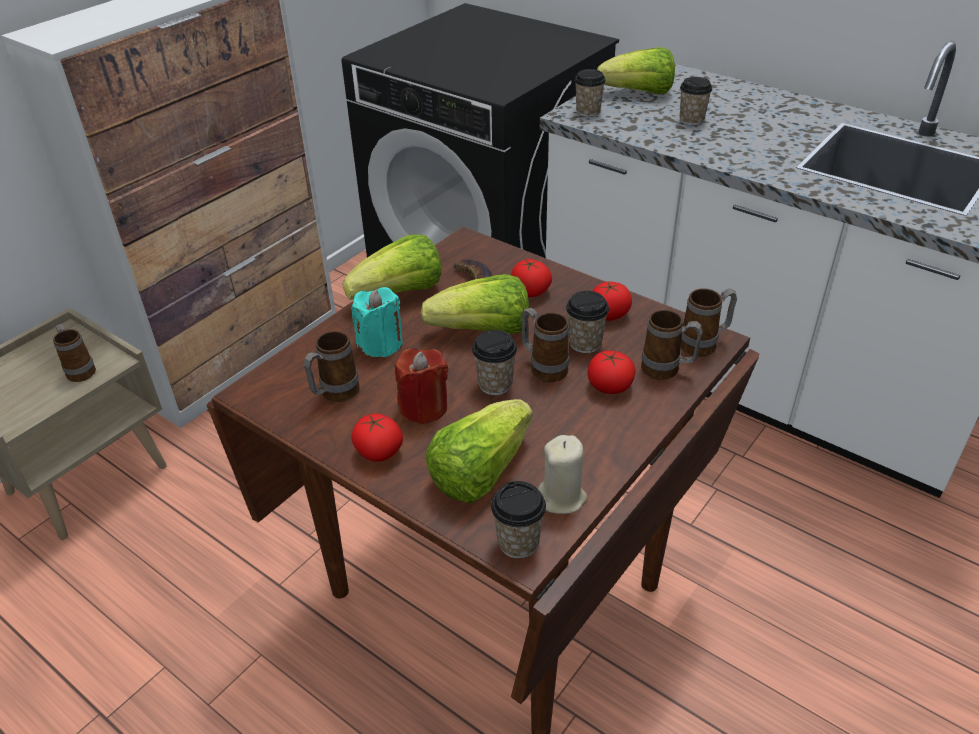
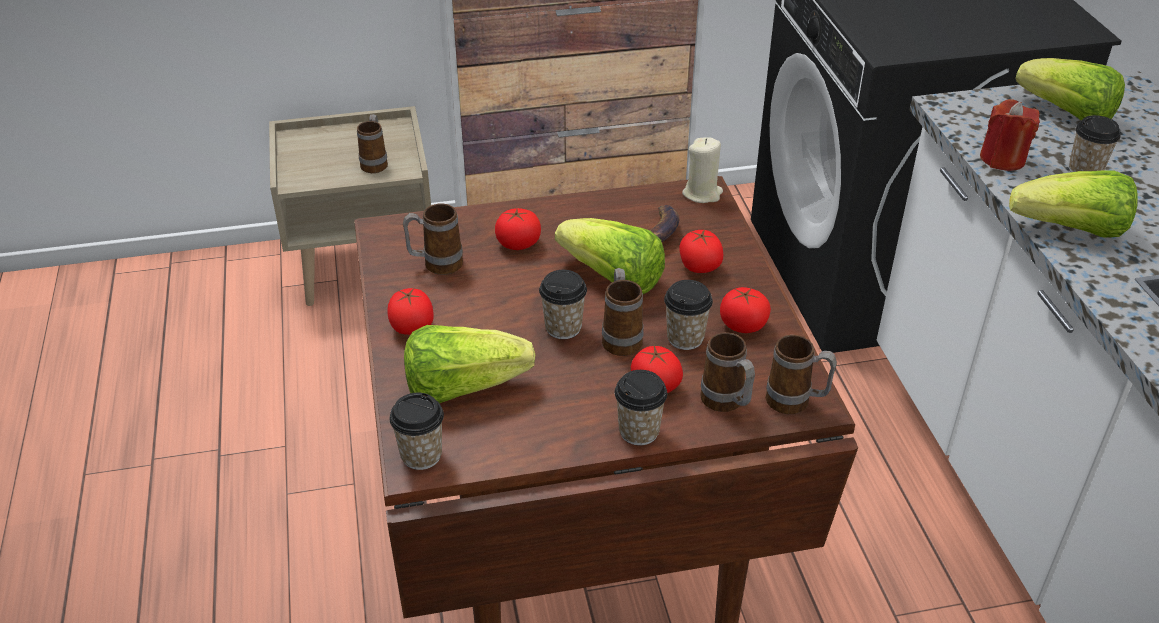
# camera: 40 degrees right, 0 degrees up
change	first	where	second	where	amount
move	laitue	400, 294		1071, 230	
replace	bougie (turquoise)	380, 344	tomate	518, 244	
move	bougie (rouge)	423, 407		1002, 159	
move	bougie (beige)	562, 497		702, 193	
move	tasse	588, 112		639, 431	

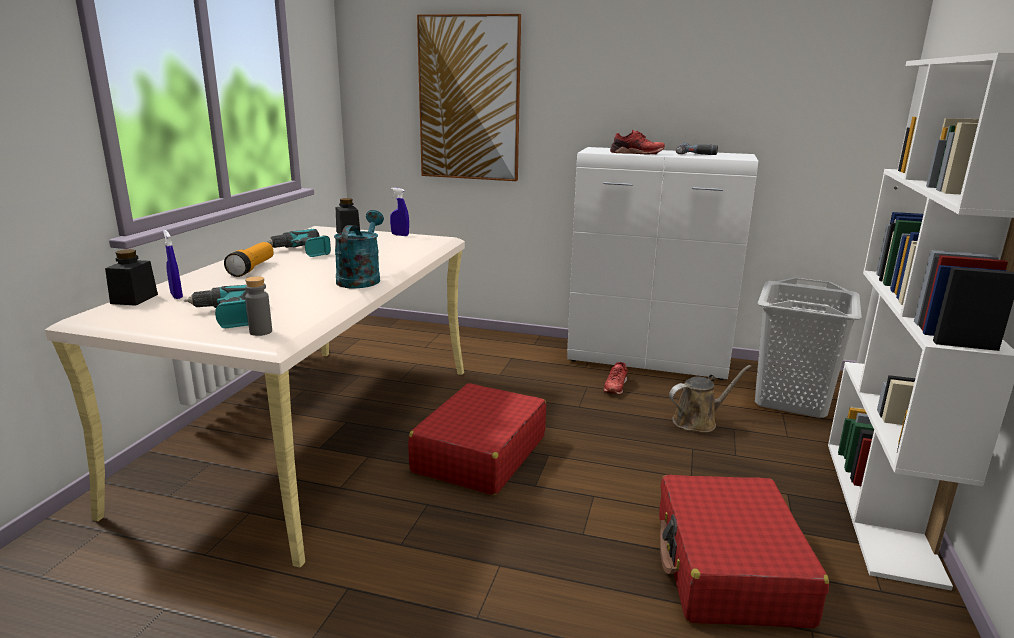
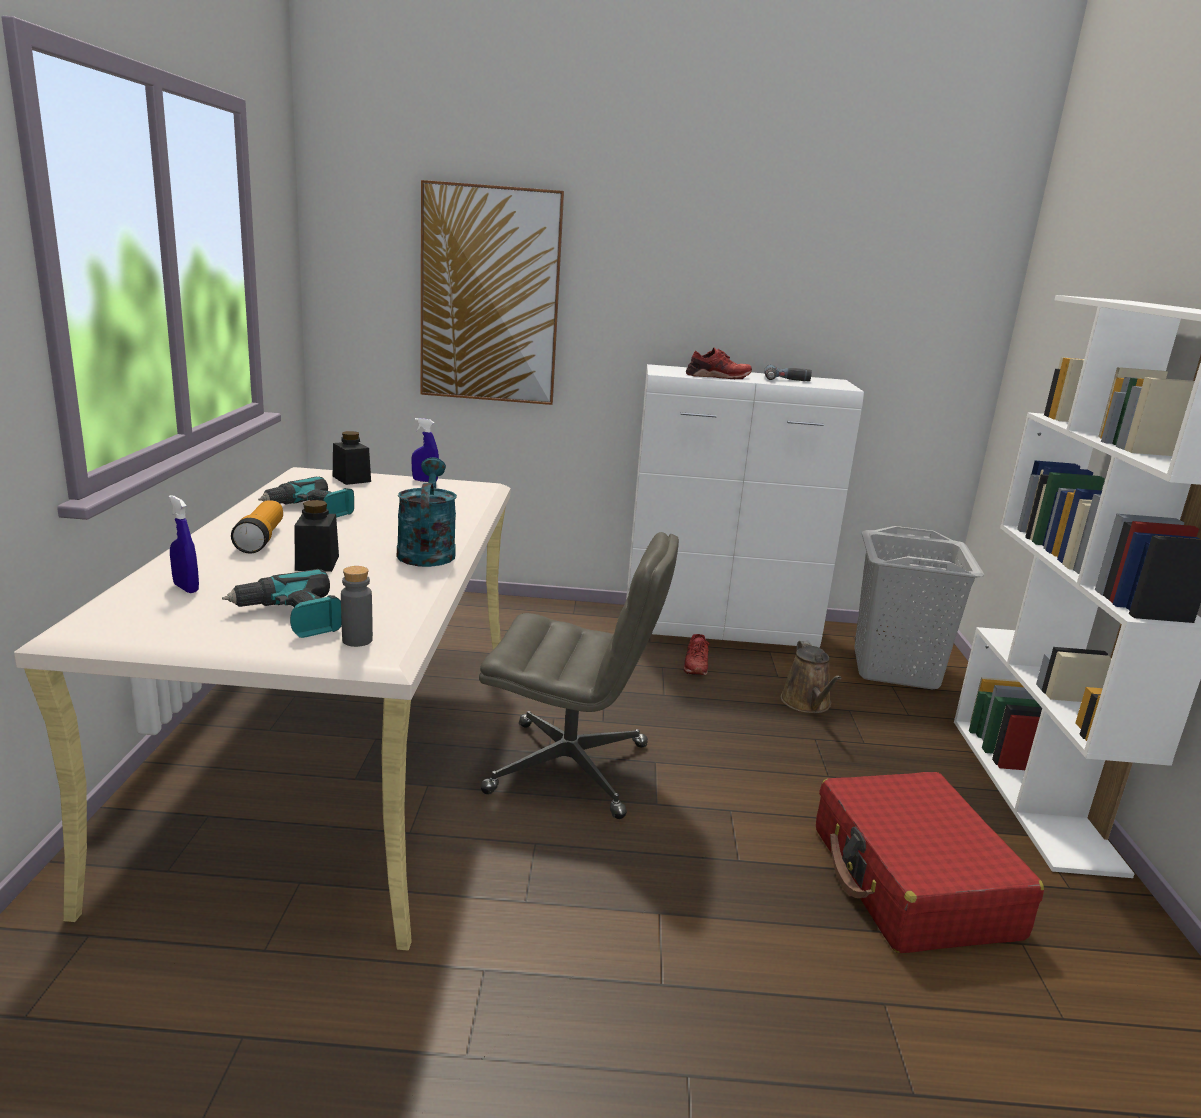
# camera: 15 degrees left, 0 degrees up
change	first	where	second	where	amount
move	bocal (noir)	134, 299		317, 563	
replace	valise (rouge)	479, 454	chaise de bureau (gris)	571, 768	
rotate	arrosoir (marron)	698, 421		807, 703	120 degrees clockwise

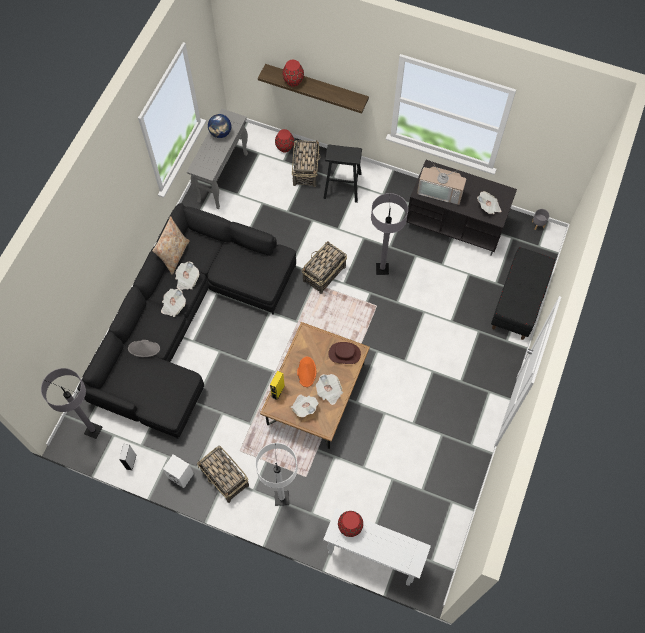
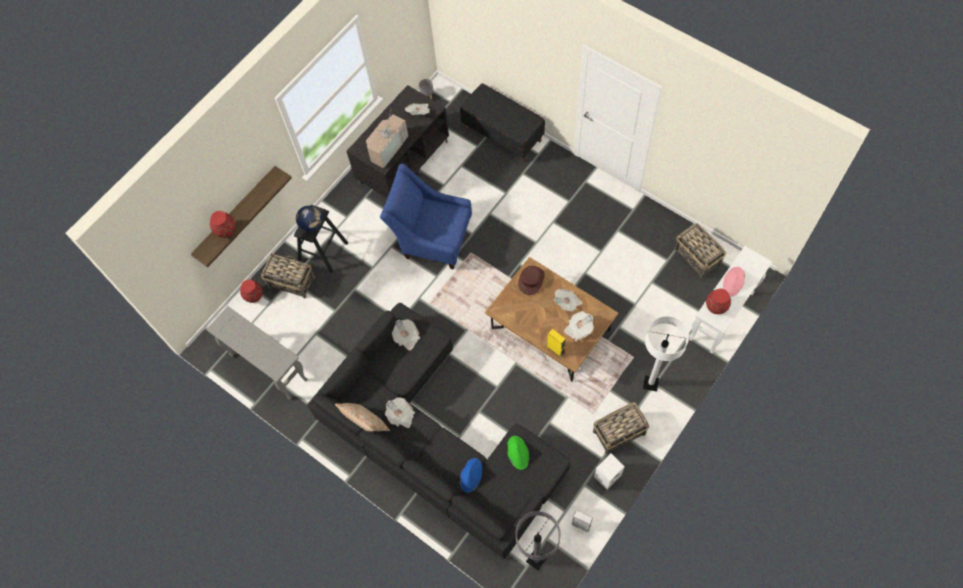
# camera: 70 degrees left, 0 degrees up
change	first	where	second	where	amount
recolor	chapeau (gris)	144, 348	chapeau (bleu)	471, 475	
move	journal	173, 306		406, 337	
move	globe	220, 133		311, 224	
delete	chapeau (orange)	306, 372			
move	panier	324, 274		697, 257	
replace	lampadaire (gris)	382, 269	fauteuil (bleu)	432, 238	
insert			chapeau (vert)	517, 452	
insert			chapeau (rose)	733, 282	

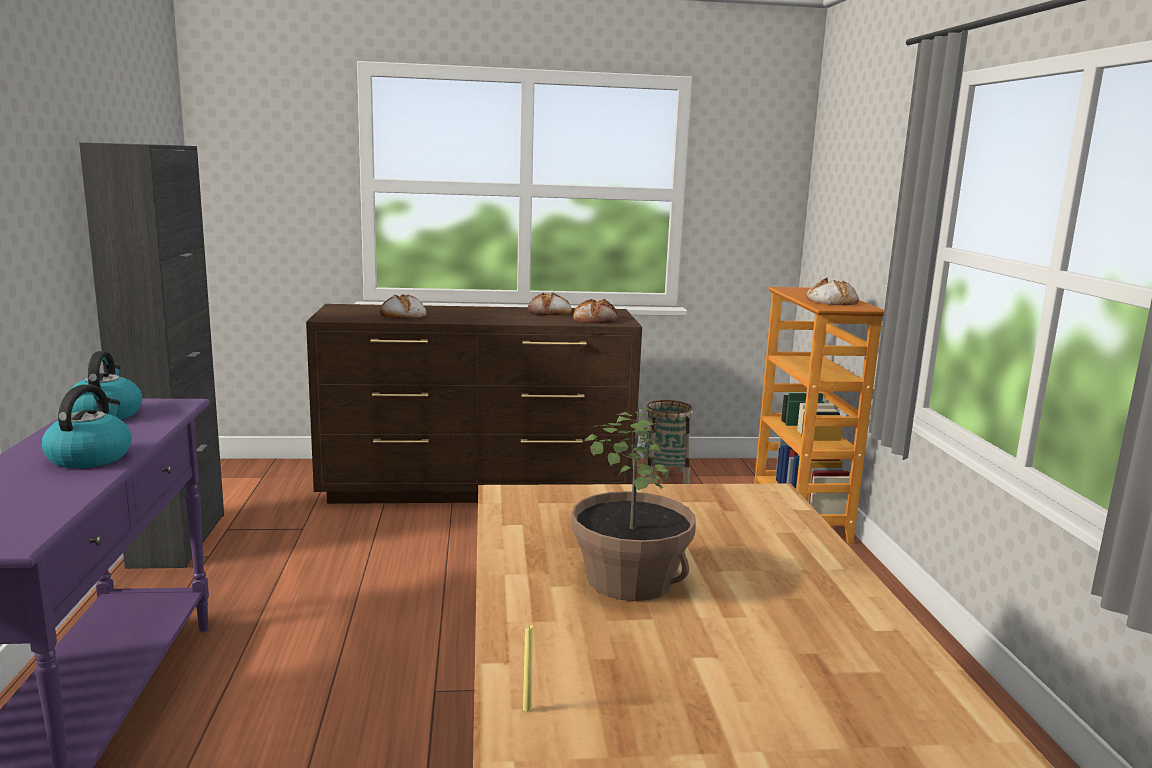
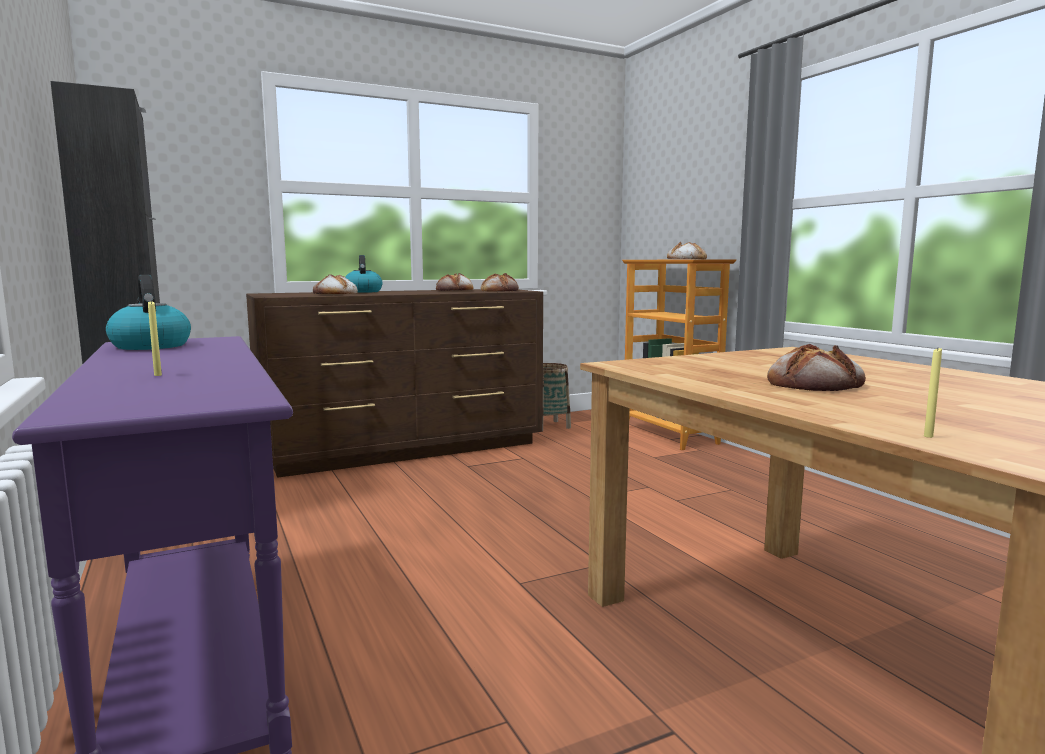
# camera: 20 degrees left, 5 degrees down
change	first	where	second	where	amount
move	bouilloire	90, 457		363, 291	
replace	plante en pot	630, 579	pain	815, 383	
insert			bougie (jaune)	158, 375	

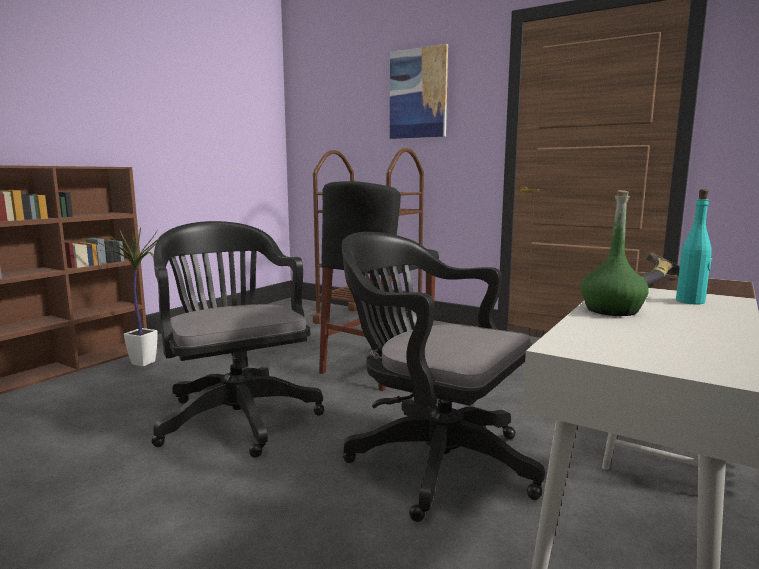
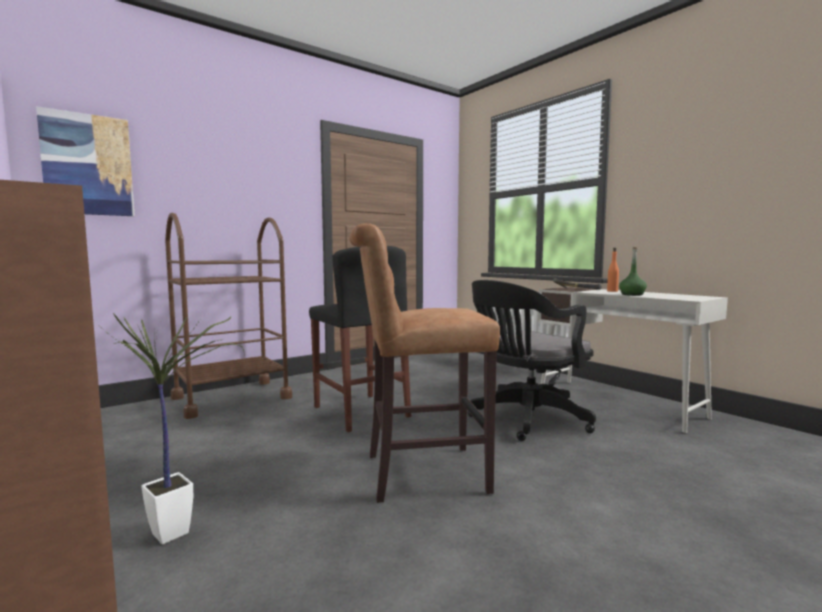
# camera: 70 degrees left, 5 degrees down
change	first	where	second	where	amount
replace	chaise de bureau (noir)	236, 415	tabouret (marron)	418, 473	
move	tableau	418, 93		88, 165	
recolor	bouteille (turquoise)	690, 301	bouteille (orange)	612, 291	

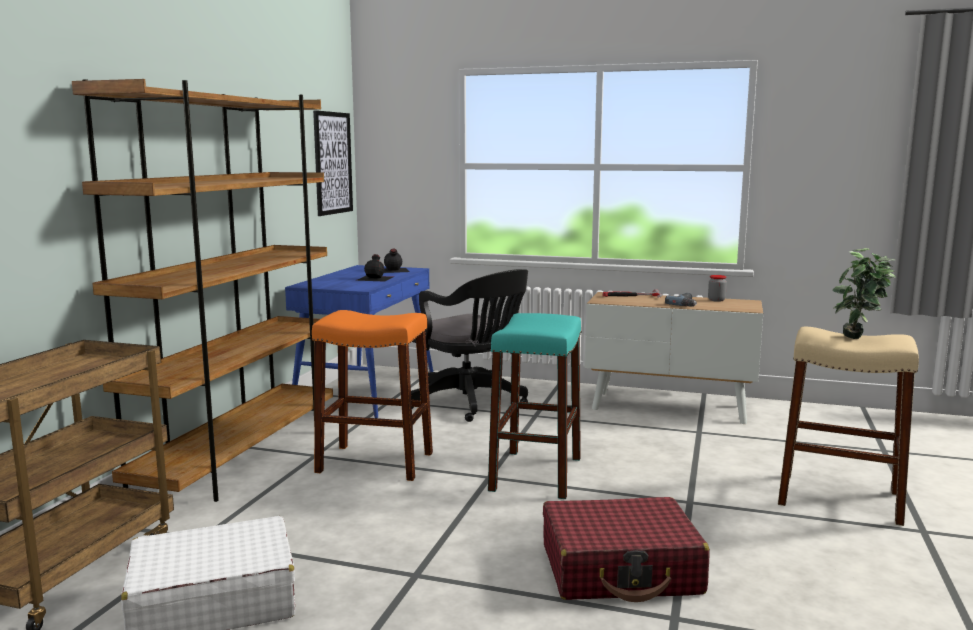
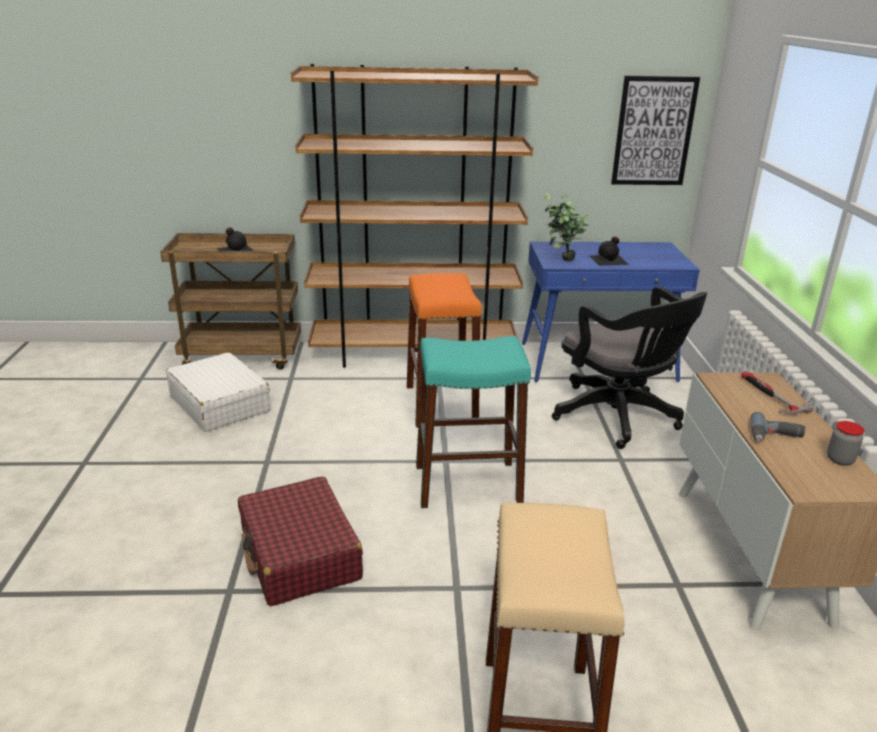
# camera: 70 degrees right, 15 degrees up
change	first	where	second	where	amount
move	bouteille (noir)	393, 270		235, 250	
rotate	chaise de bureau (noir)	471, 403		619, 418	60 degrees counterclockwise
move	plante en pot	859, 340		561, 261	

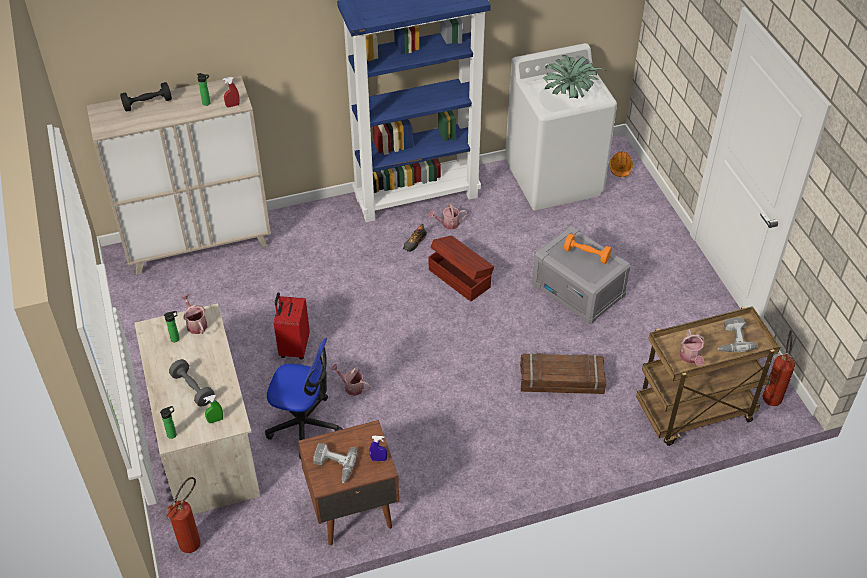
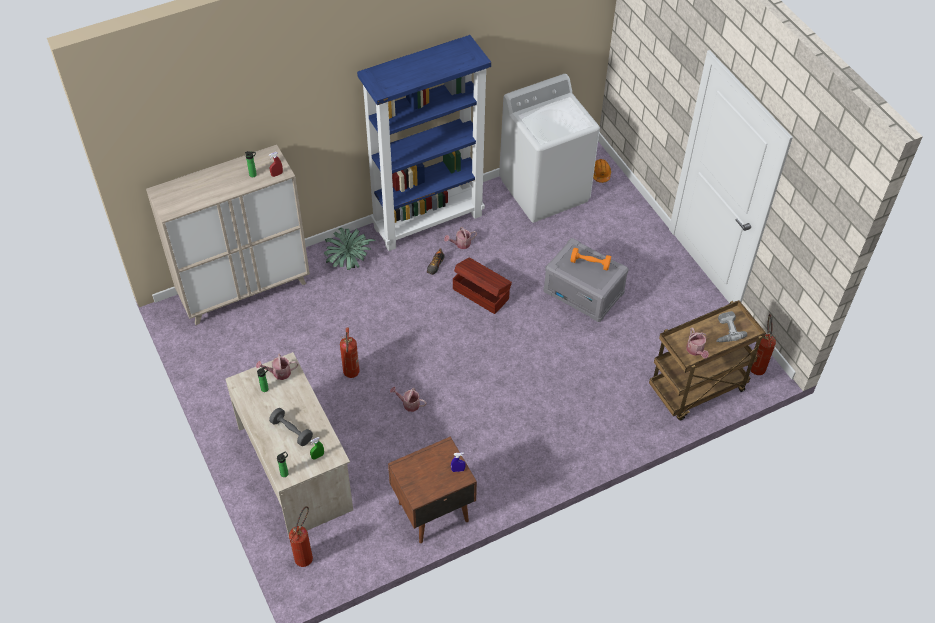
# camera: 10 degrees left, 5 degrees up
change	first	where	second	where	amount
delete	haltère (noir)	147, 104			
rotate	arrosoir	195, 324		279, 373	60 degrees counterclockwise
delete	chaise de bureau	304, 425			
replace	valise (rouge)	293, 347	extincteur	351, 375	
delete	perceuse	334, 466			
delete	caisse	561, 380			
move	plante en pot	569, 94		349, 260	

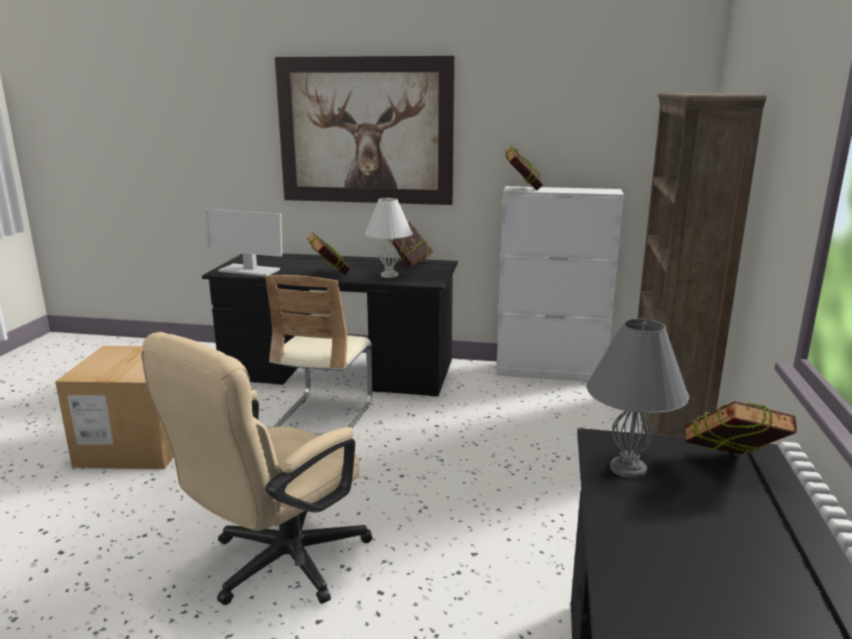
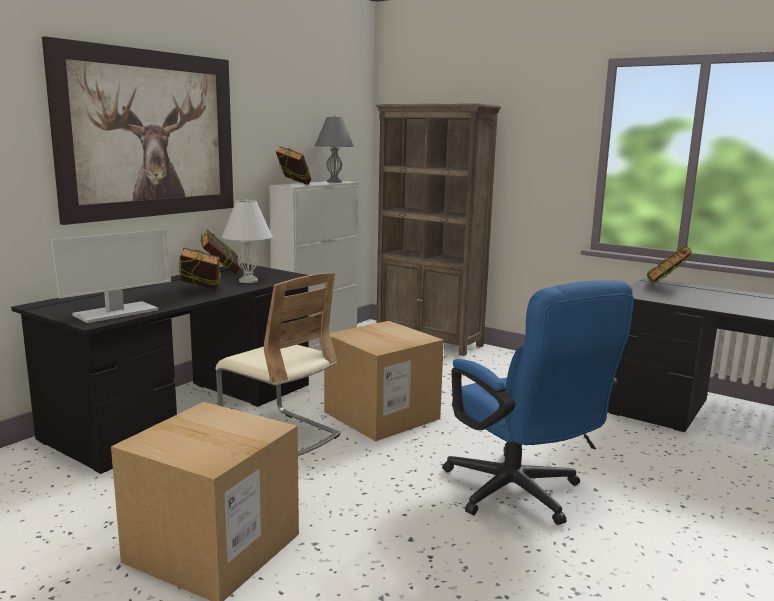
# camera: 65 degrees left, 5 degrees down
change	first	where	second	where	amount
recolor	chaise de bureau (beige)	276, 566	chaise de bureau (bleu)	520, 495	
move	lampe de table (gris)	627, 468		333, 182	
insert			carton	381, 415	

